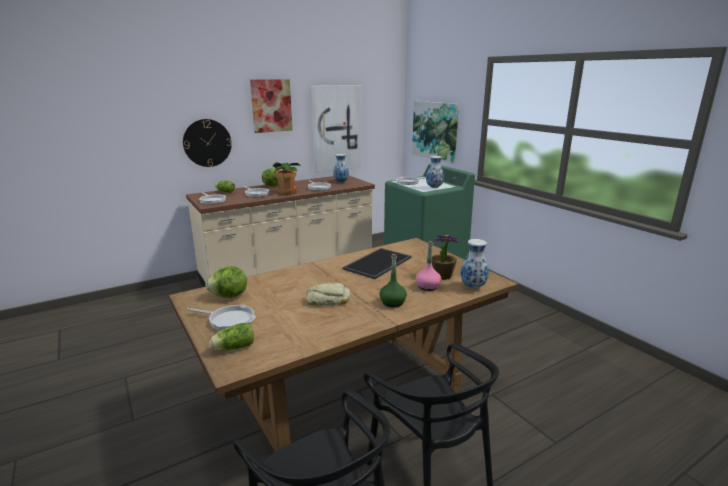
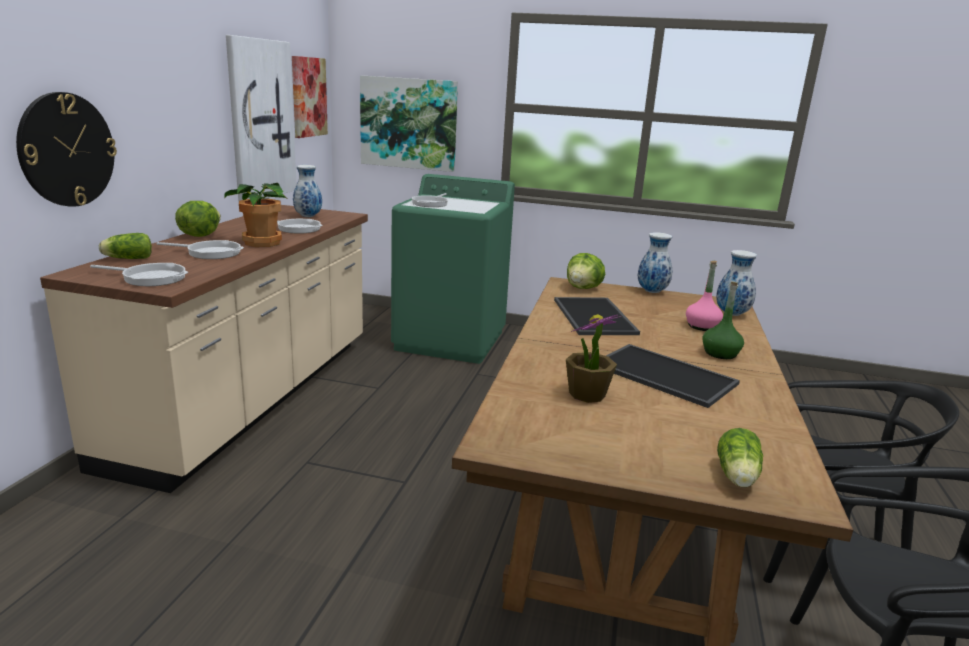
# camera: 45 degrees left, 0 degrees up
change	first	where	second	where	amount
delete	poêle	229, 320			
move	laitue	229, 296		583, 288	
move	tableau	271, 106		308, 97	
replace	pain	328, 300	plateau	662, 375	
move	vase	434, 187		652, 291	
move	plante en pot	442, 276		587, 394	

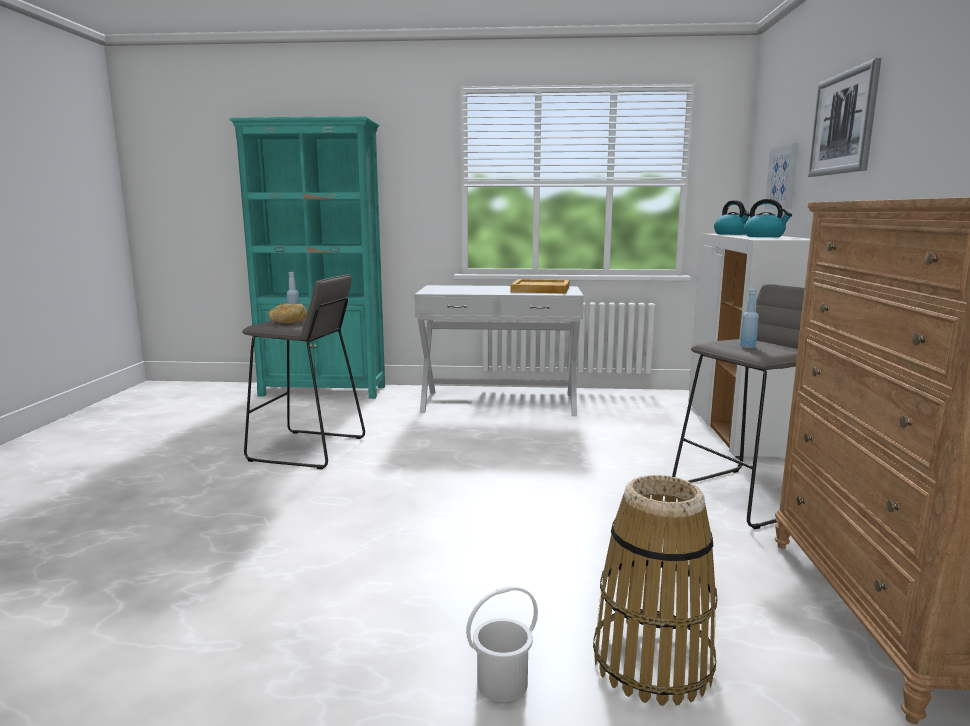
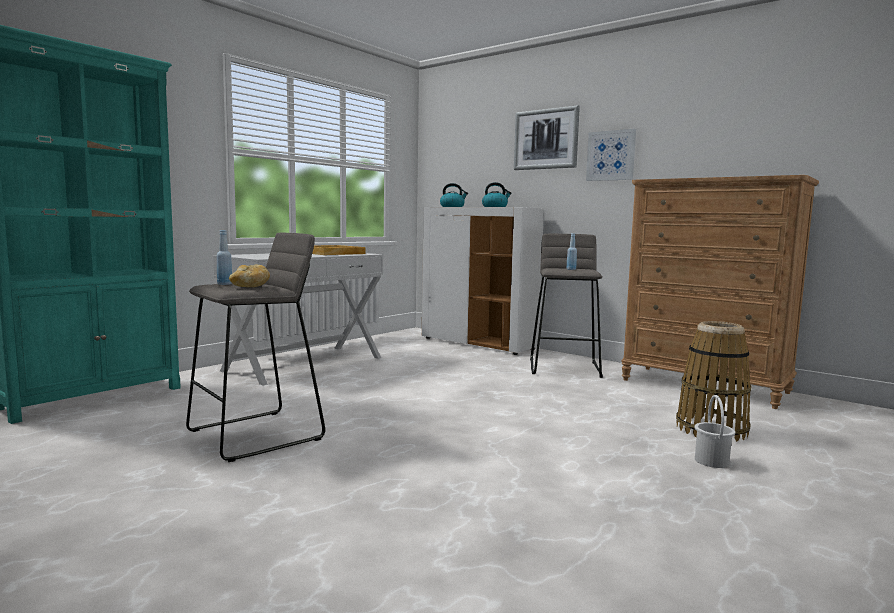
# camera: 55 degrees left, 5 degrees down
change	first	where	second	where	amount
move	tableau	783, 177		611, 155	

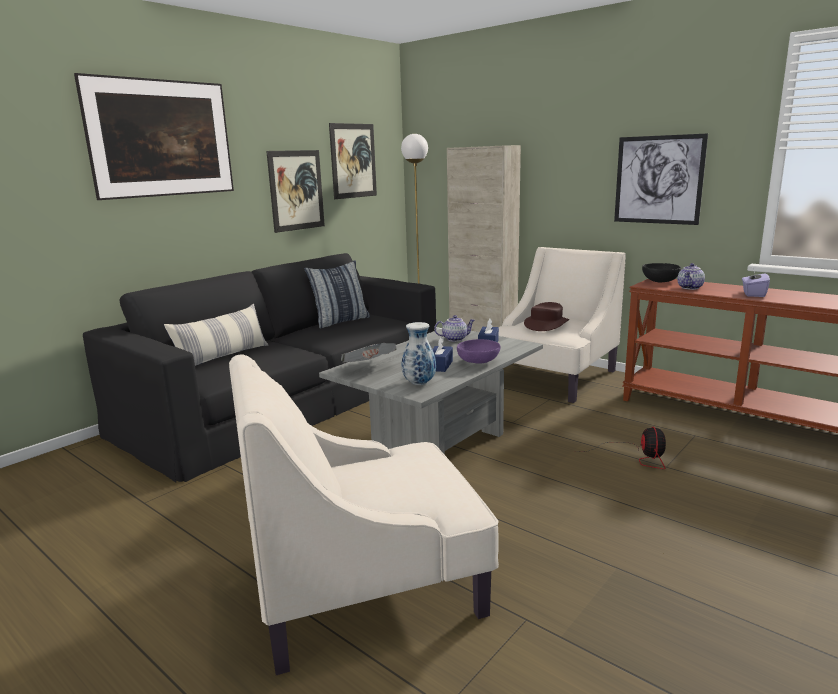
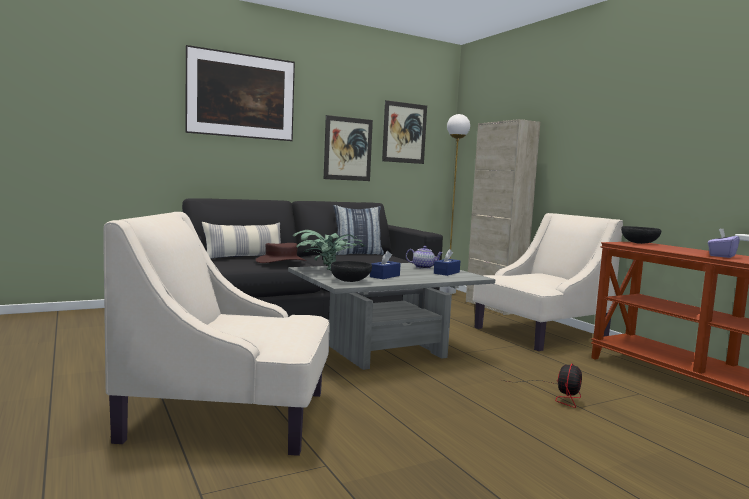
# camera: 20 degrees right, 10 degrees down
change	first	where	second	where	amount
replace	journal	369, 368	plante en pot	327, 270	
replace	vase	419, 383	bol (noir)	351, 281	
delete	bol (violet)	478, 362			
move	chapeau (marron)	546, 324		281, 261	
delete	tableau	658, 180			
delete	théière	690, 288			

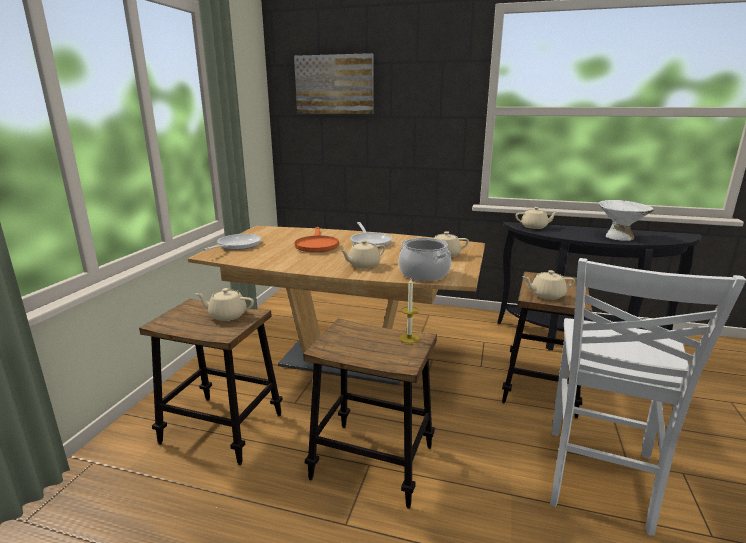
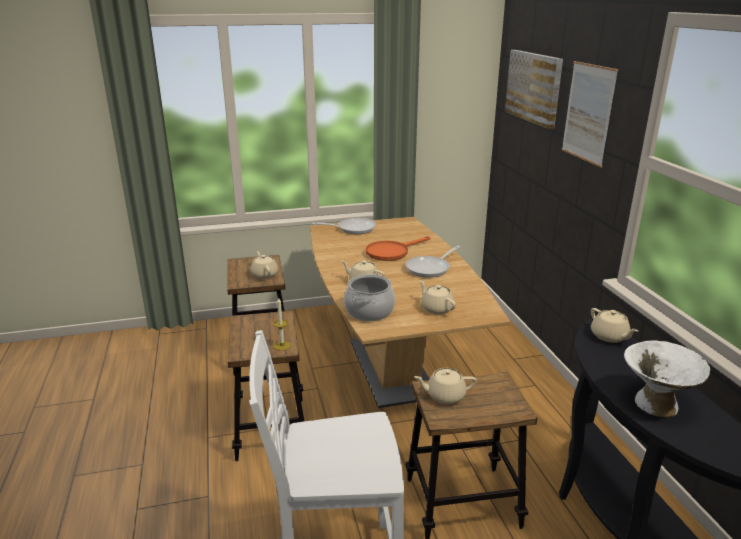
# camera: 60 degrees right, 5 degrees up
change	first	where	second	where	amount
rotate	théière (beige)	546, 295		445, 395	60 degrees counterclockwise
insert			tableau	588, 113	

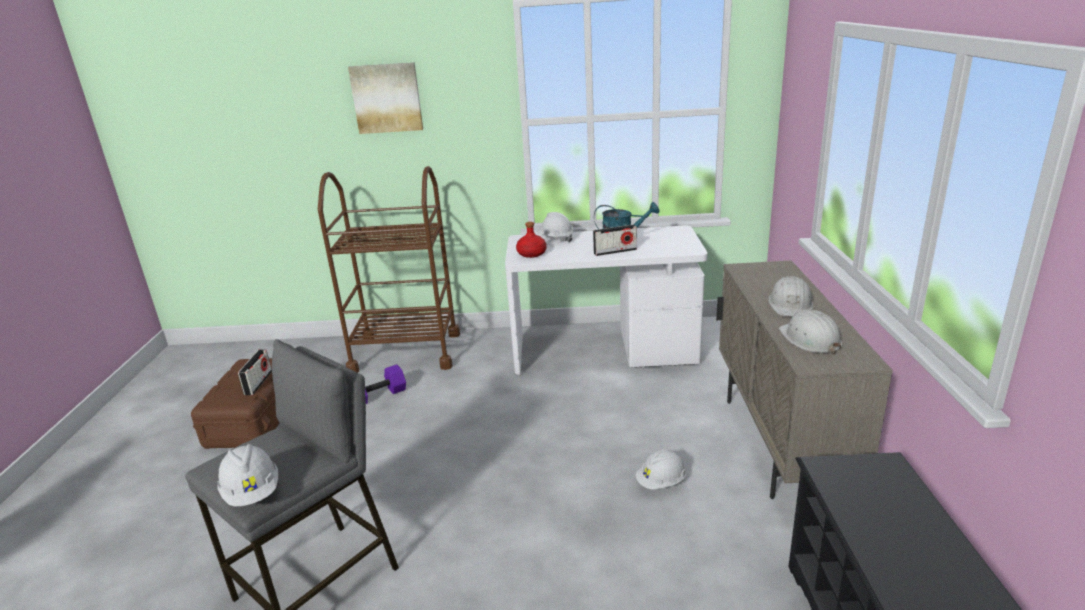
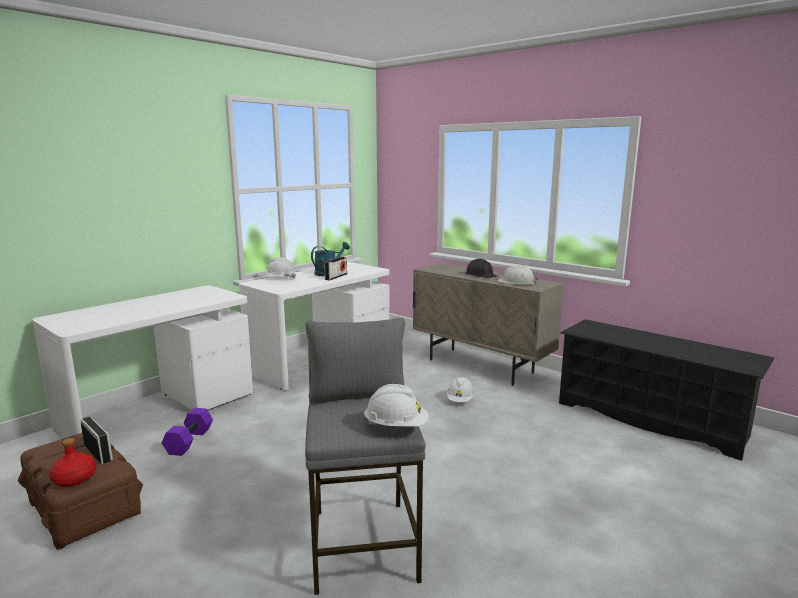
# camera: 50 degrees left, 10 degrees down
change	first	where	second	where	amount
replace	chariot (marron)	406, 352	bureau (blanc)	160, 411	
delete	tableau	387, 98			
move	bouteille (rouge)	532, 254		75, 479	
recolor	casque de chantier (blanc)	790, 305	casque de chantier (noir)	480, 275	

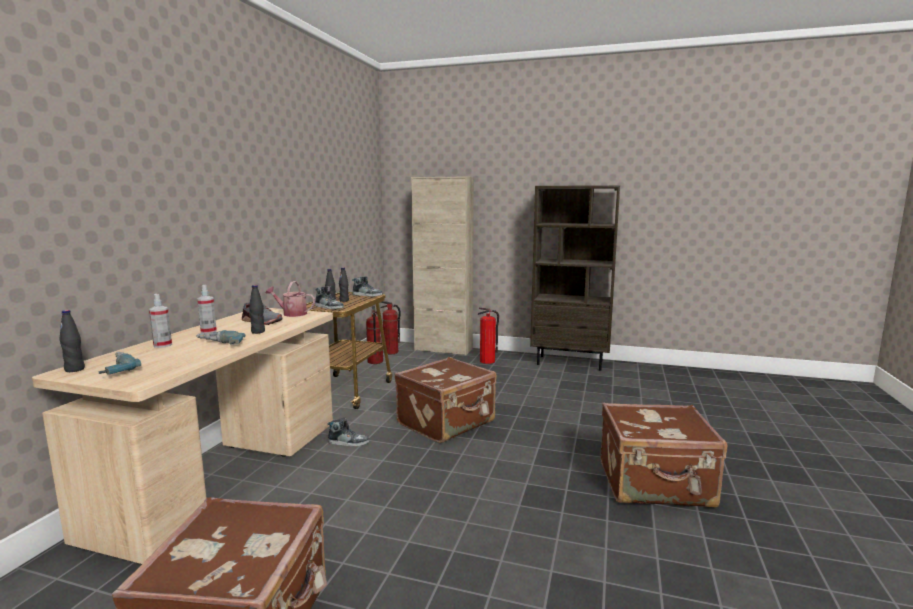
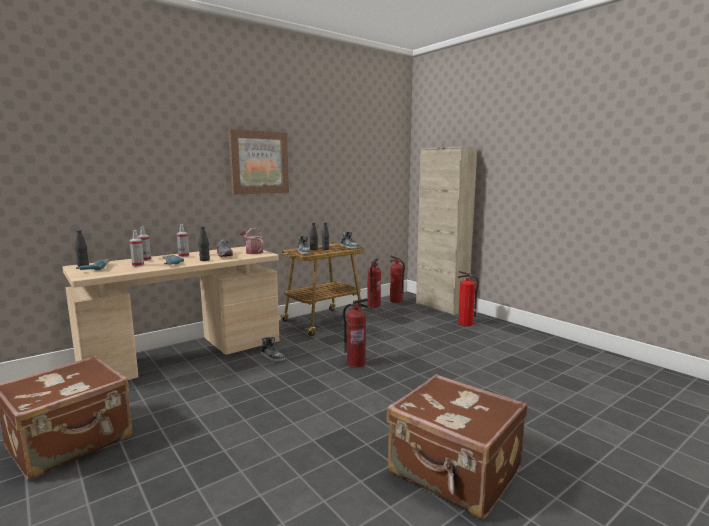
# camera: 35 degrees right, 0 degrees up
change	first	where	second	where	amount
replace	valise (marron)	447, 423	extincteur	356, 363	
delete	bibliothèque (marron)	570, 363			
insert			vaporisateur	138, 265	
insert			tableau	259, 162	

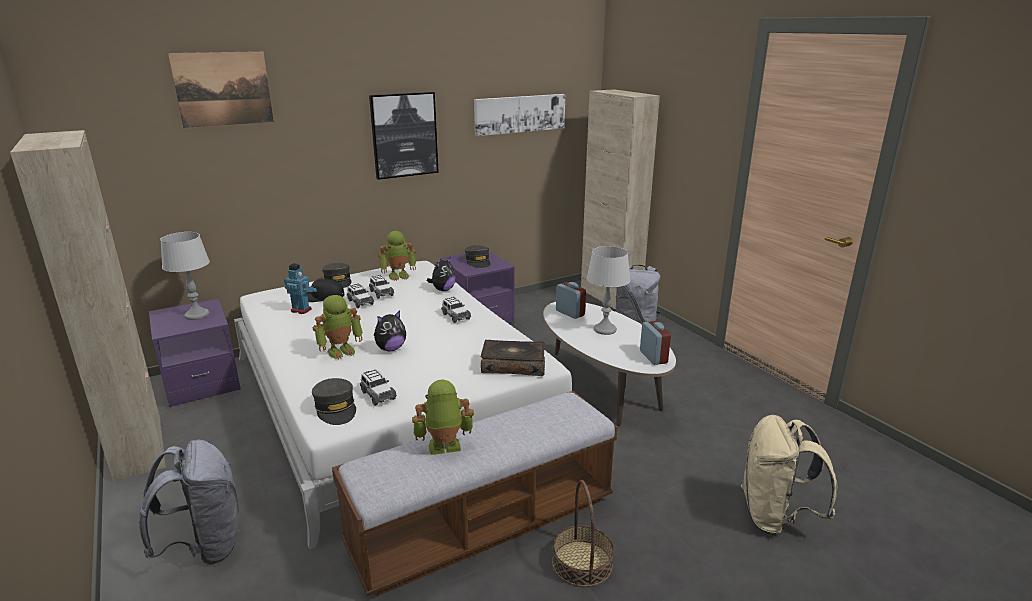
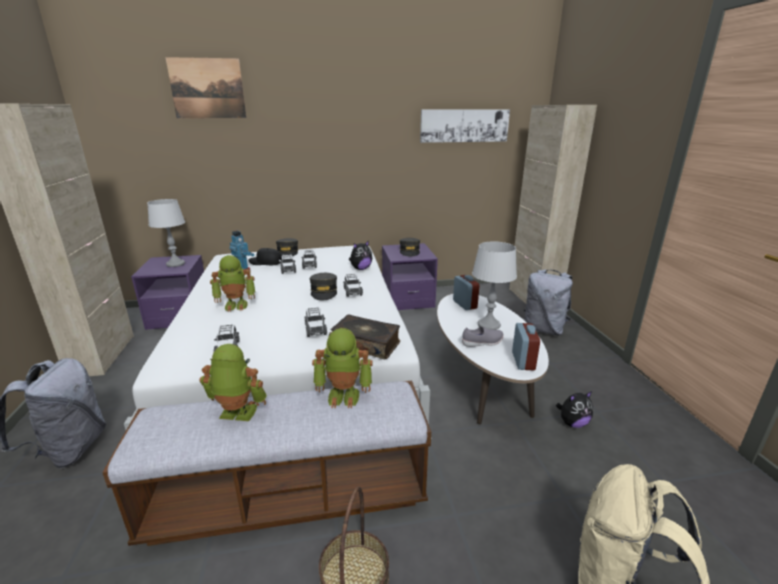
# camera: 20 degrees right, 0 degrees up
change	first	where	second	where	amount
move	casquette (gris)	336, 409		324, 292	
delete	tableau	404, 135			
move	peluche	390, 349		572, 423	
move	robot jouet	399, 275		344, 395	
insert			petite voiture	315, 329	
insert			chaussure (gris)	482, 343	

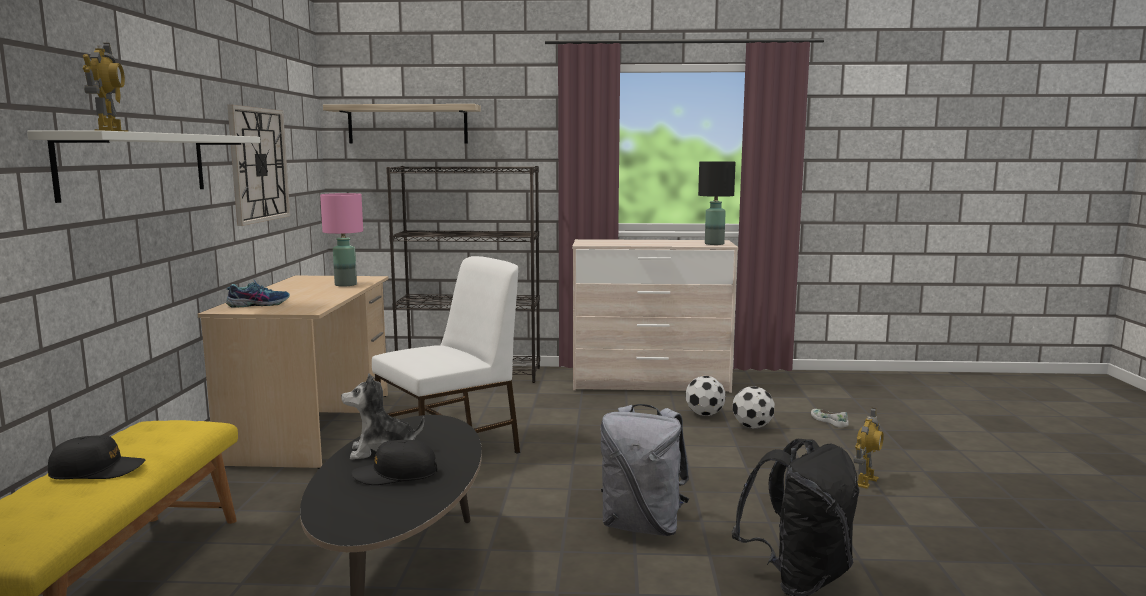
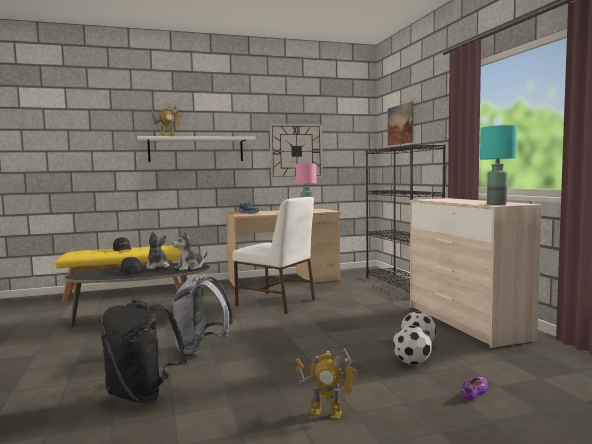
# camera: 70 degrees right, 5 degrees down
change	first	where	second	where	amount
replace	étagère	407, 124	tableau	400, 124	
recolor	lampe de table (noir)	714, 244	lampe de table (turquoise)	496, 204	
recolor	chaussure (blanc)	829, 421	chaussure (violet)	475, 392	
insert			peluche	189, 267	

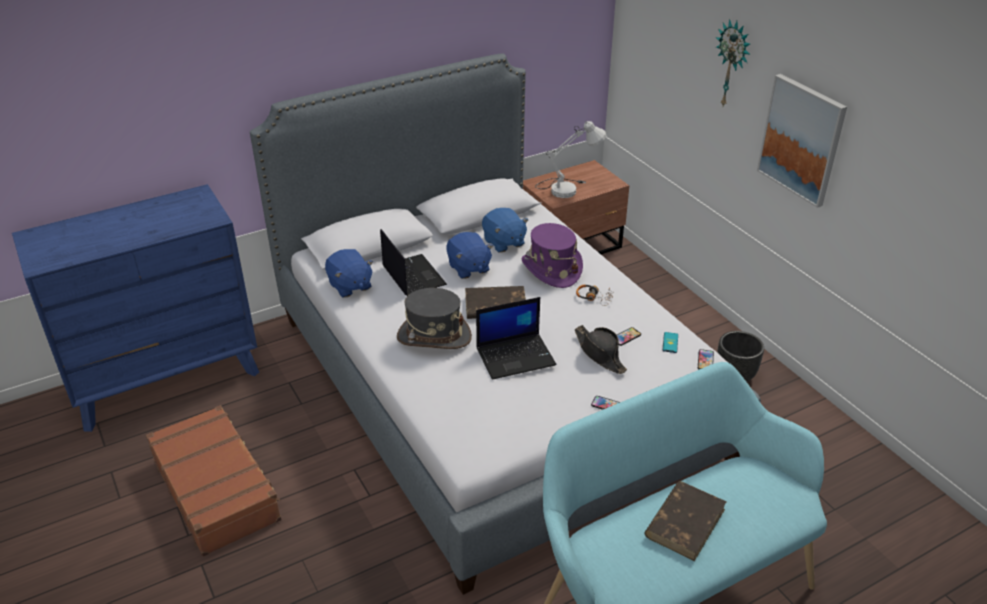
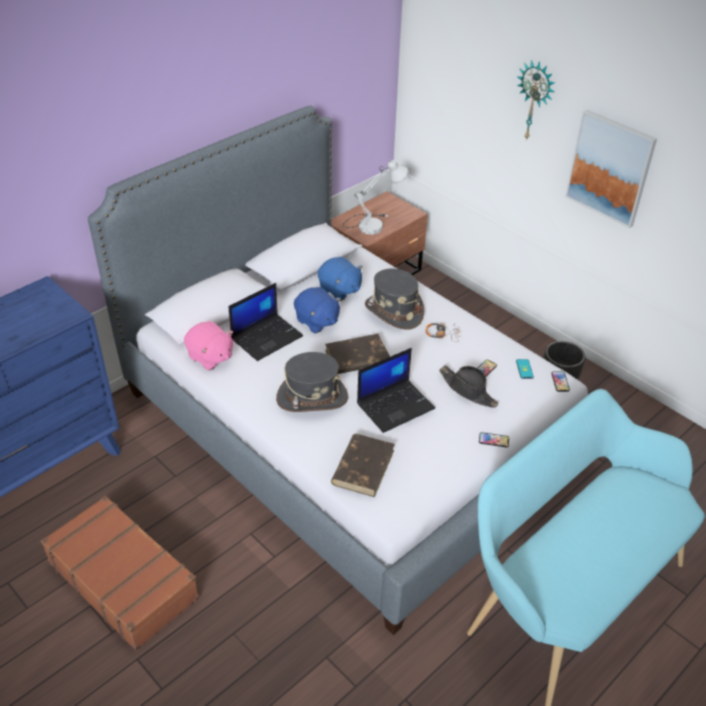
# camera: 15 degrees left, 5 degrees up
change	first	where	second	where	amount
recolor	peluche (bleu)	350, 286	peluche (rose)	210, 357	
rotate	ordinateur portable	412, 275		267, 337	90 degrees clockwise
recolor	chapeau (violet)	551, 269	chapeau (gris)	393, 311	
move	livre (marron)	685, 522		363, 466	

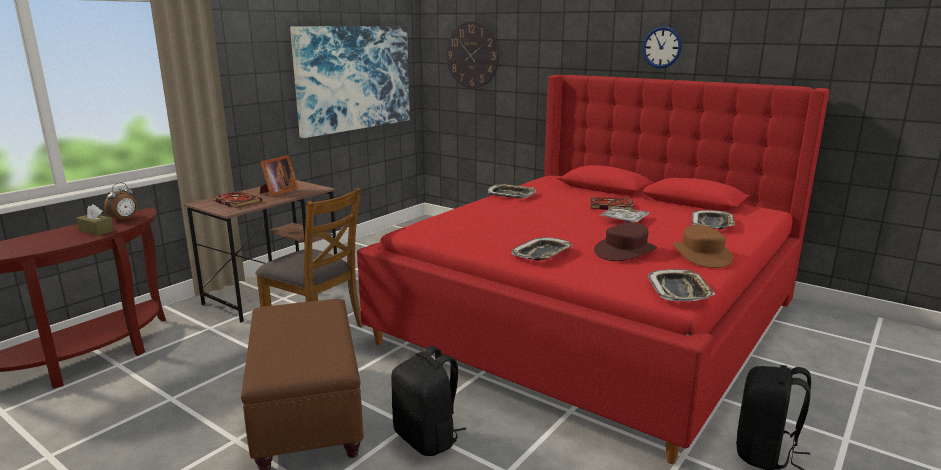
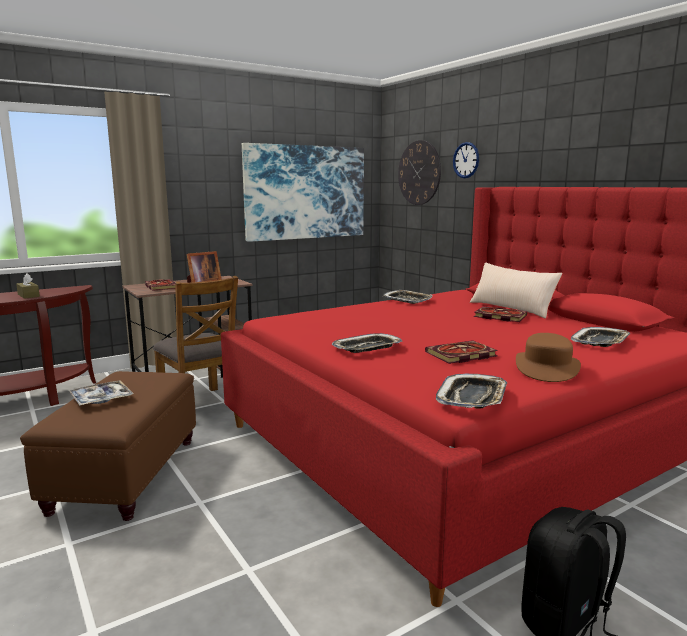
# camera: 20 degrees right, 5 degrees down
change	first	where	second	where	amount
delete	réveil	125, 219			
delete	sac à dos (noir)	427, 438			
replace	chapeau (marron)	625, 251	livre	460, 355	
move	plateau	624, 219		101, 399	
move	horloge murale	661, 47		466, 160	
insert			coussin (beige)	511, 308	

